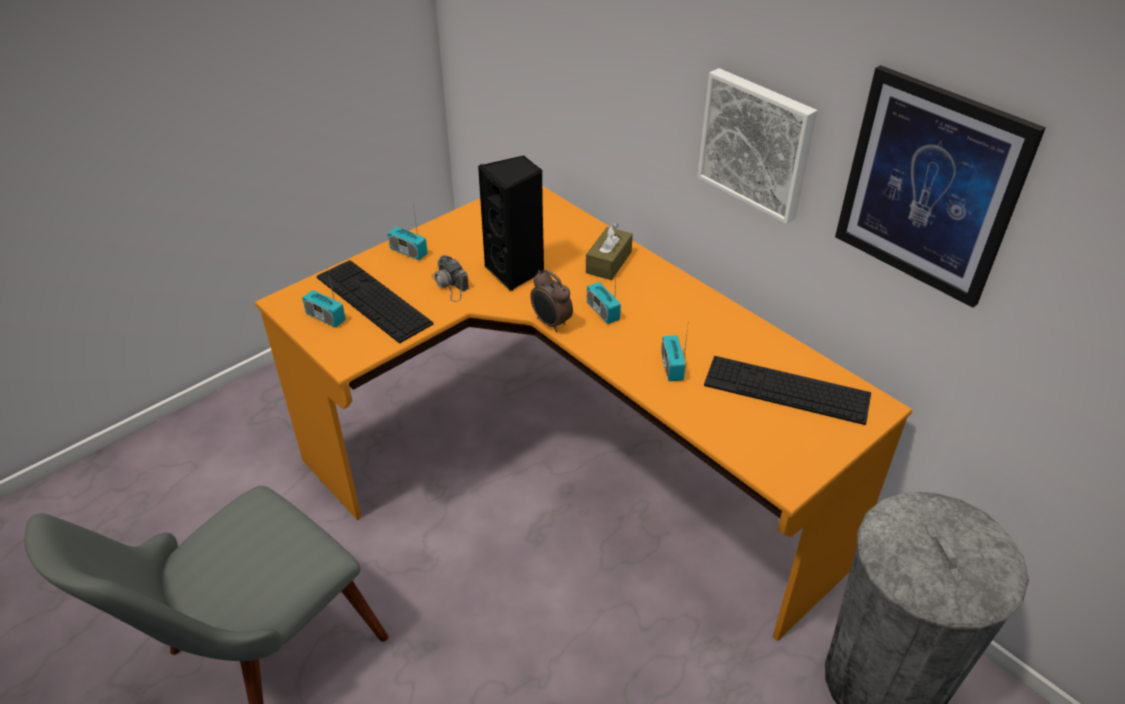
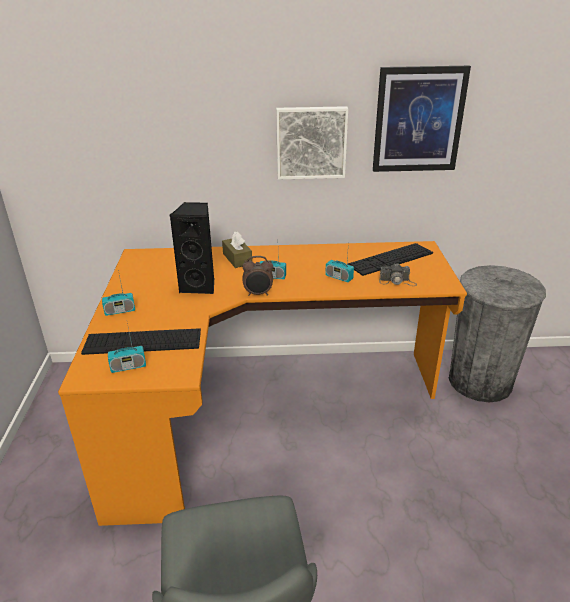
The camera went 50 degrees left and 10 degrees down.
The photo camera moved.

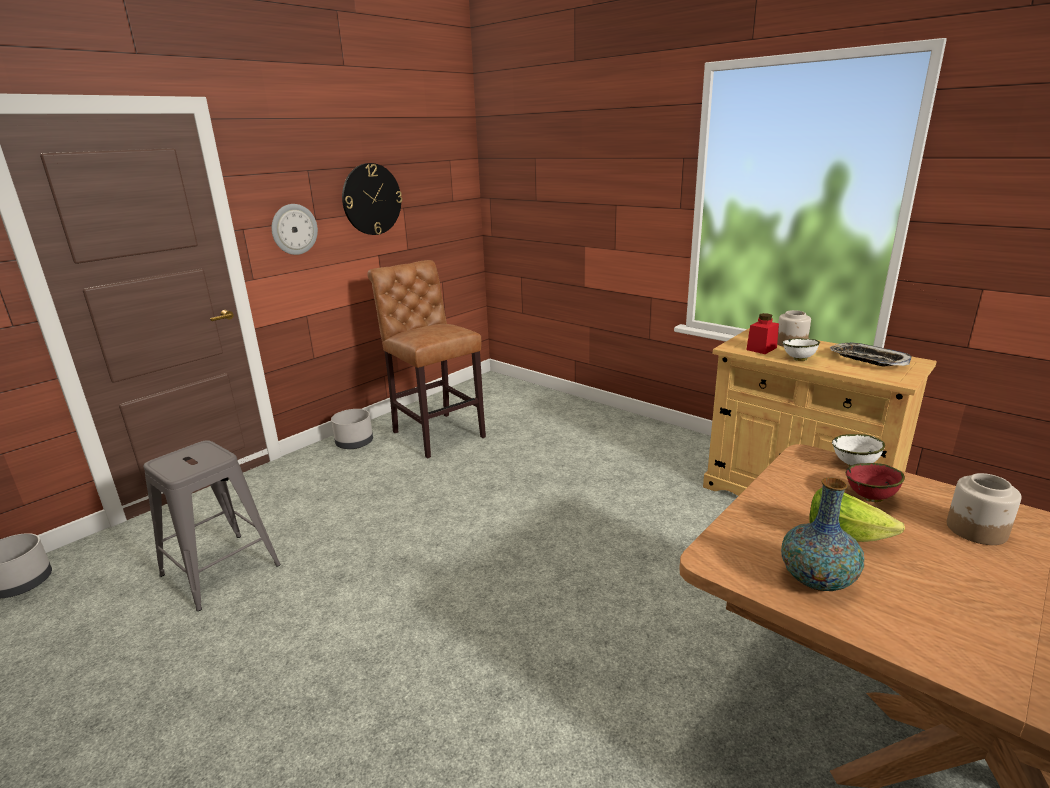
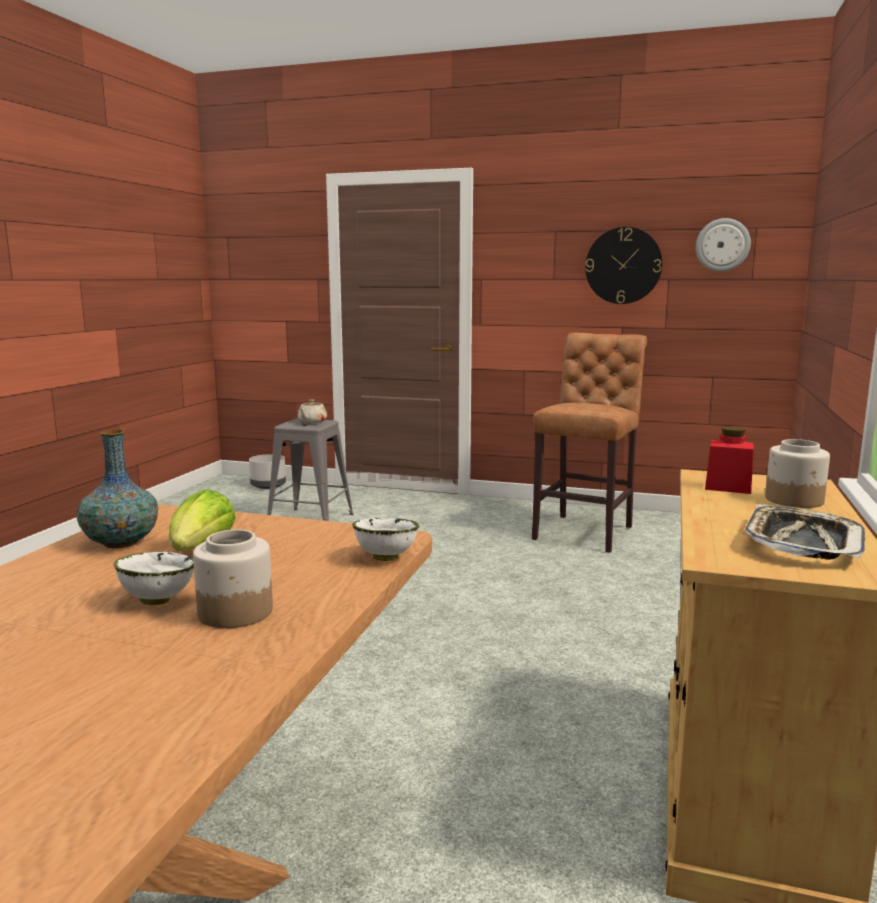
The camera went 65 degrees right and 10 degrees down.
The wall clock (no. 1 from left in the first image) moved.
The grey planter (no. 2 from left) disappeared.
The white bowl (no. 1 from left) moved.
The red bowl disappeared.
The beige teapot appeared.

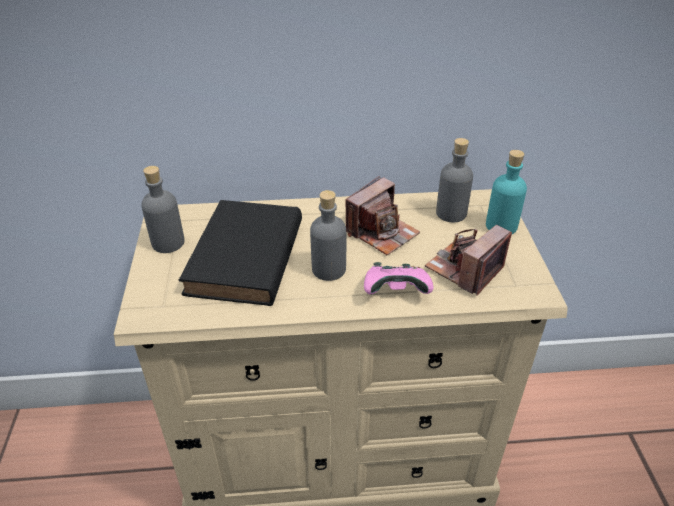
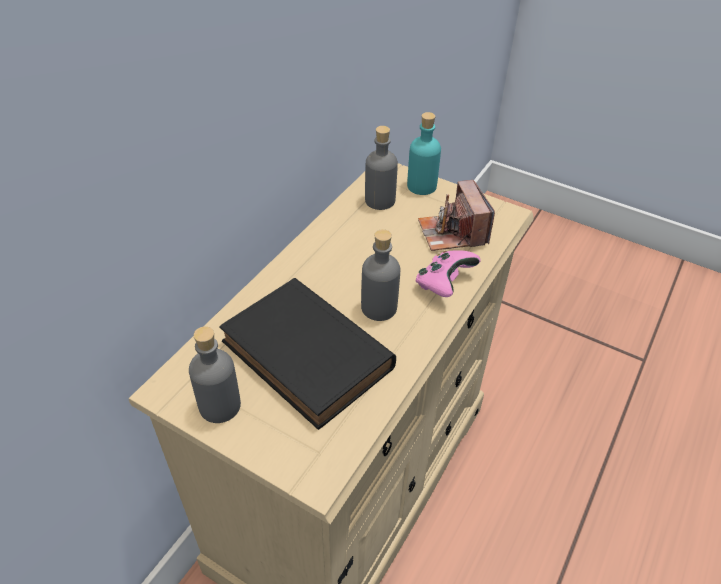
The camera went 55 degrees left and 5 degrees up.
The photo camera (no. 1 from left) disappeared.

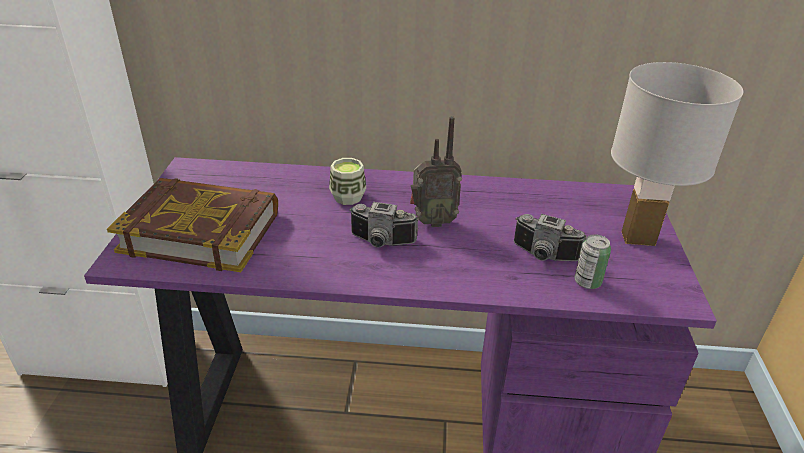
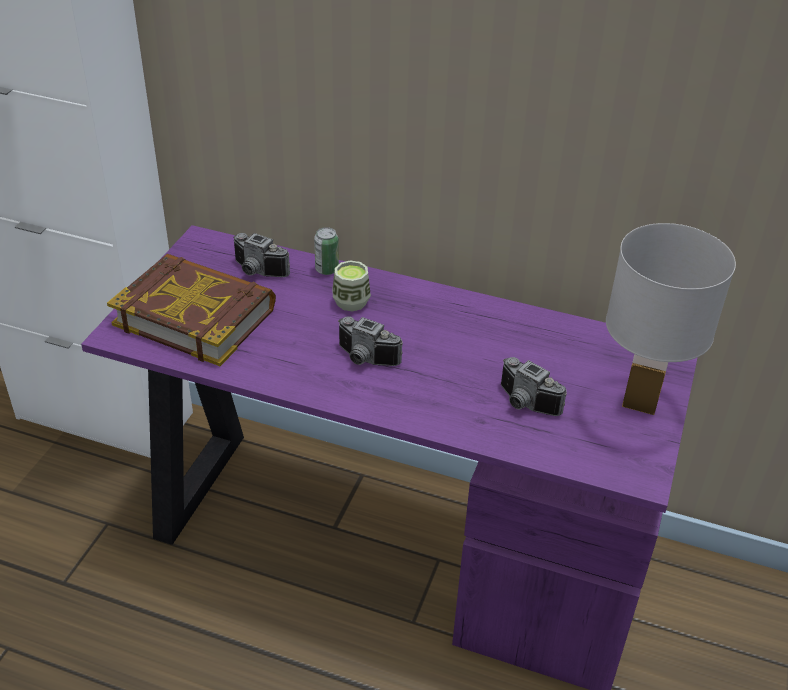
The camera went 15 degrees right and 5 degrees up.
The radio disappeared.
The can moved.
The photo camera (no. 1 from left) appeared.

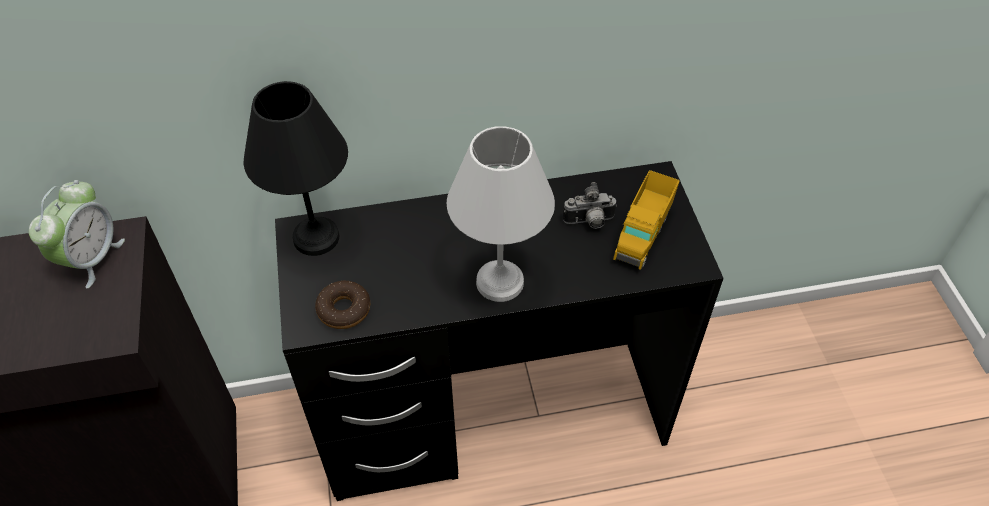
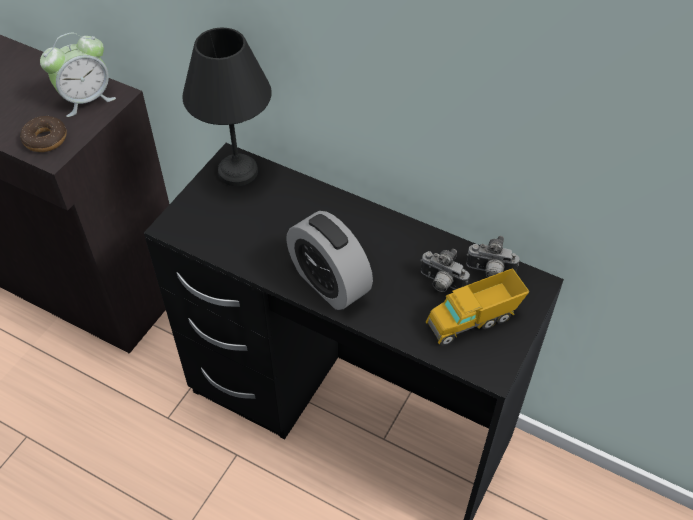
The camera went 40 degrees right and 0 degrees up.
The donut moved.
The white table lamp was replaced by the alarm clock (no. 2 from left).
The photo camera (no. 2 from left) appeared.

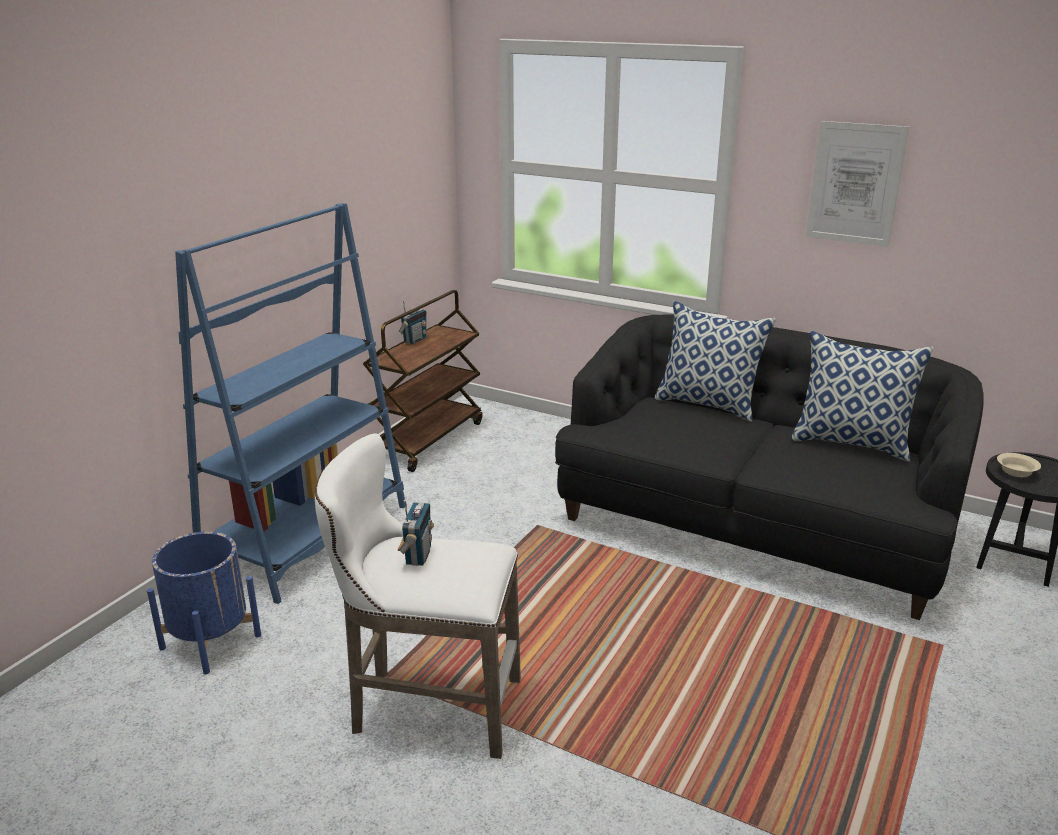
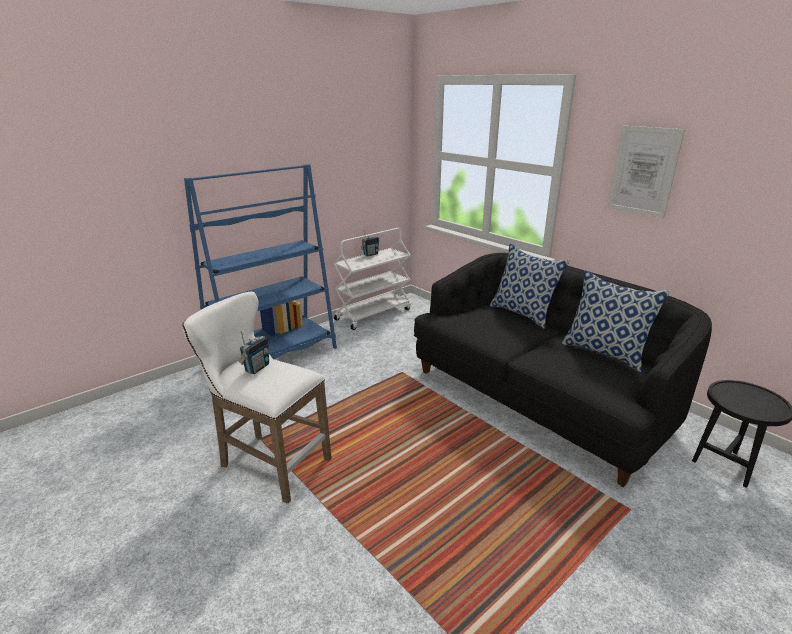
The camera went 20 degrees right and 0 degrees up.
The blue planter disappeared.
The brown cart became the white cart.
The beige bowl disappeared.

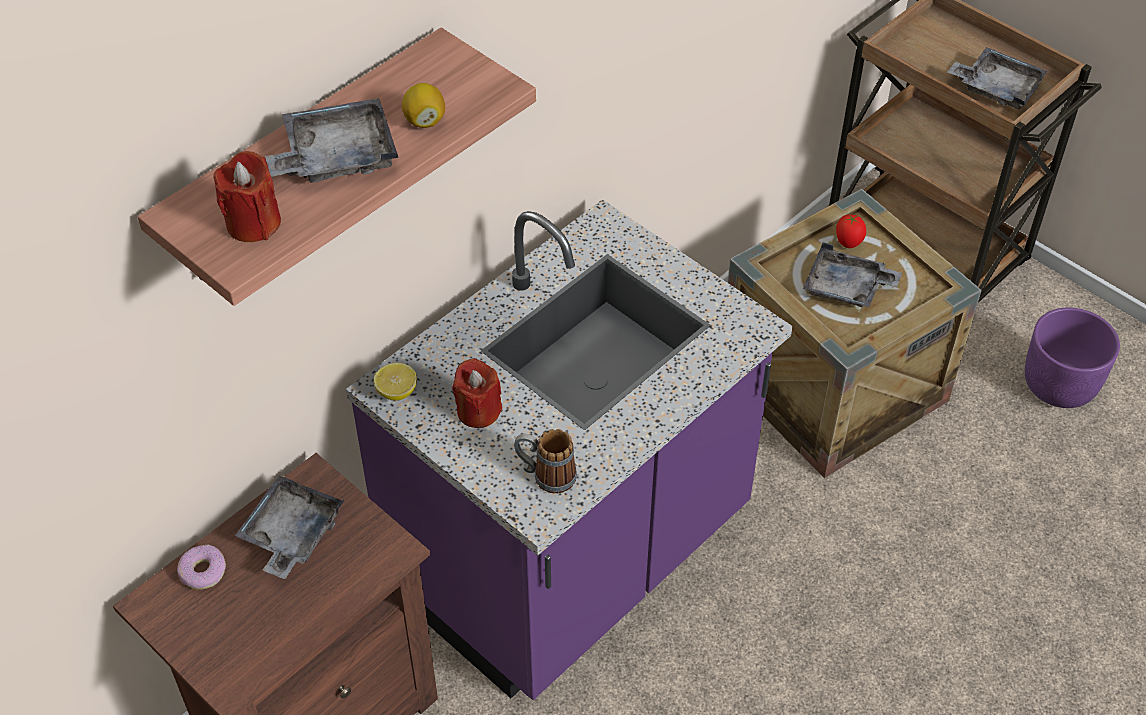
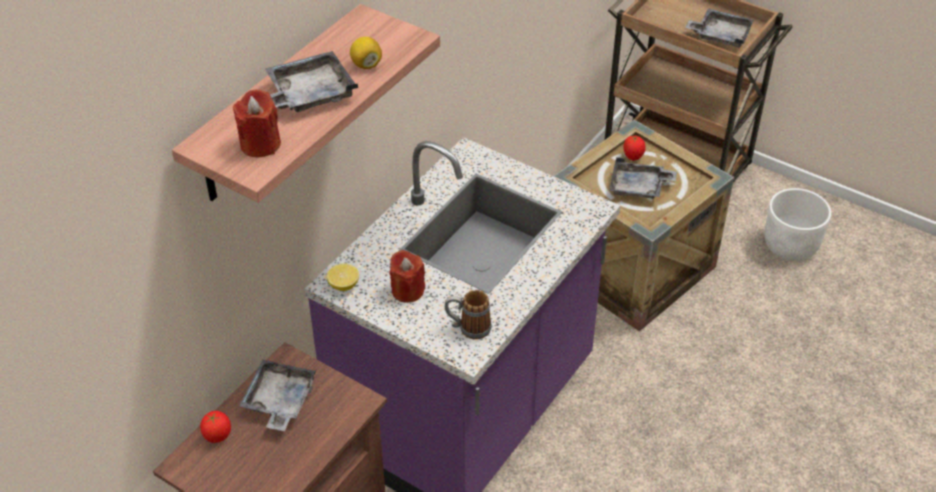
The camera went 10 degrees left and 5 degrees down.
The donut was replaced by the tomato (no. 1 from left).
The purple planter became the white planter.

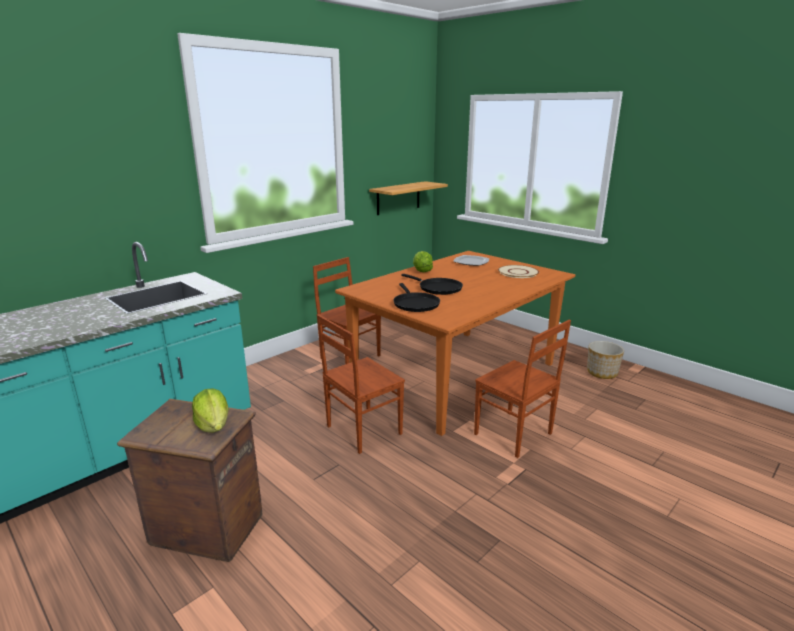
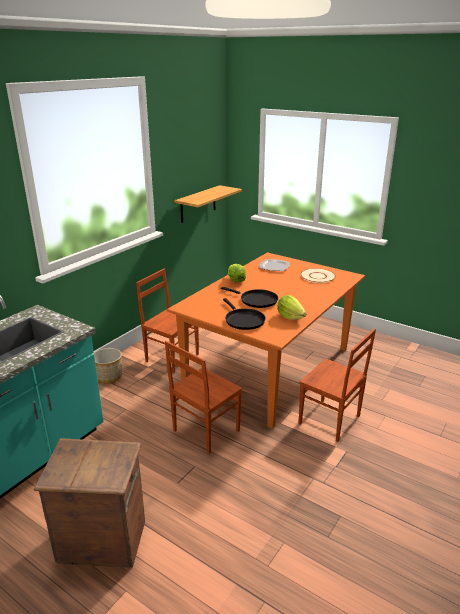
The camera went 10 degrees left and 5 degrees up.
The lettuce (no. 1 from left in the first image) moved.
The planter moved.

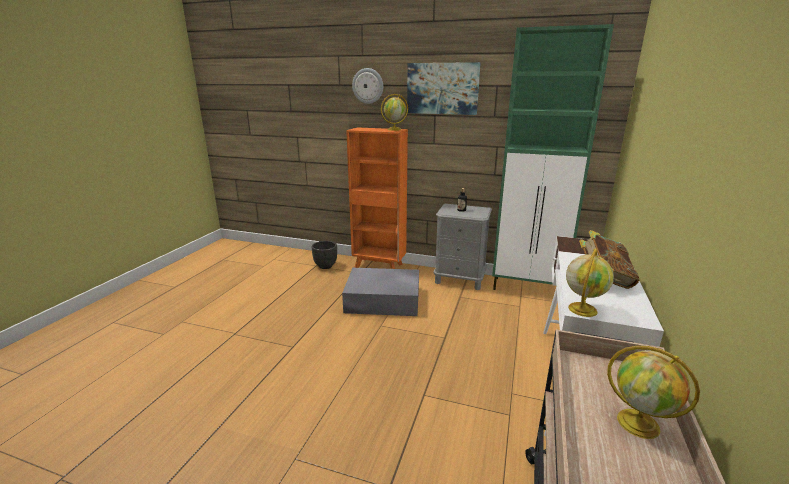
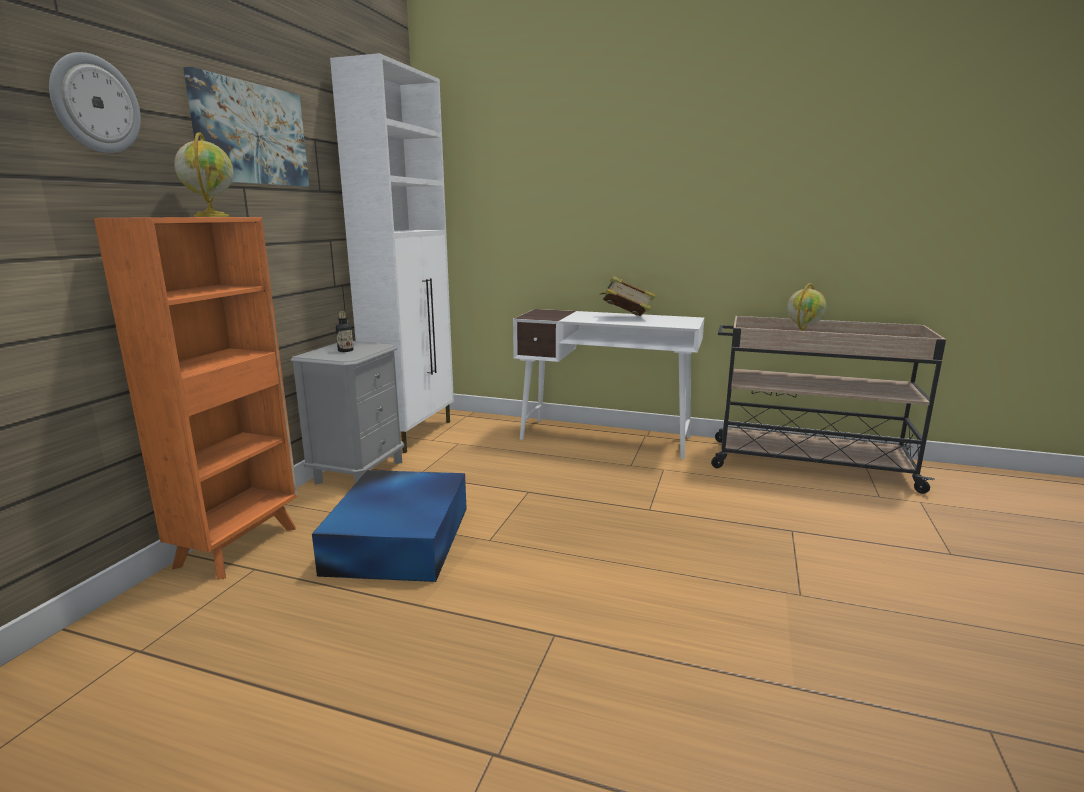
The camera went 90 degrees left and 5 degrees down.
The black planter disappeared.
The grey storage box became the blue storage box.
The green cabinet became the white cabinet.
The globe (no. 2 from left) disappeared.

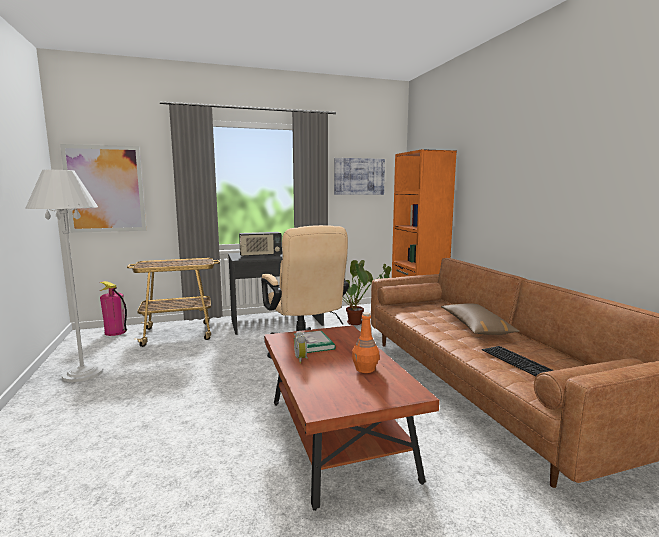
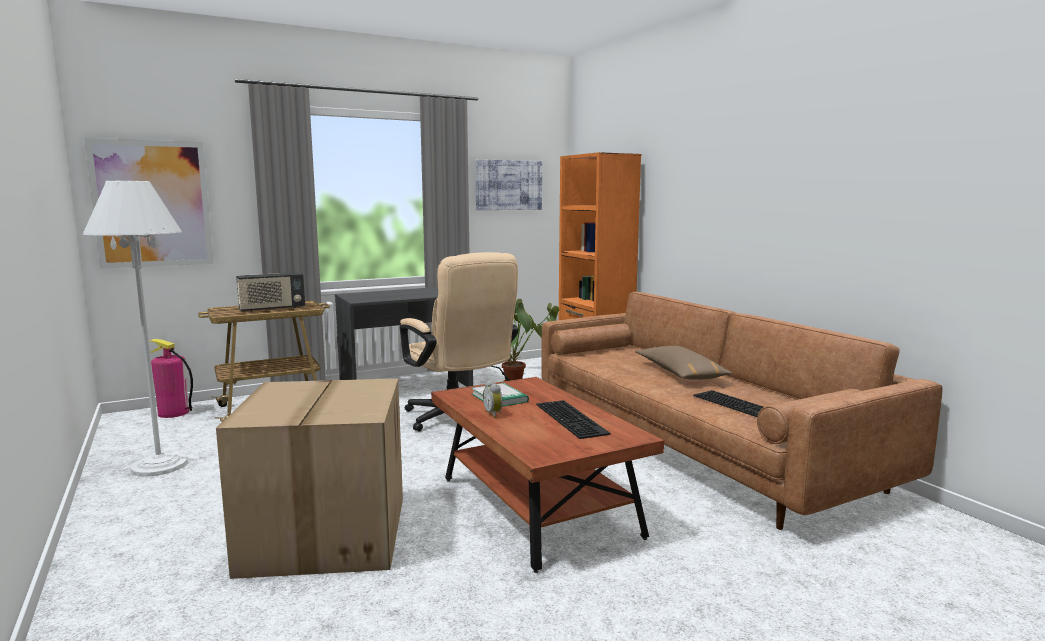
The camera went 10 degrees left and 0 degrees up.
The radio moved.
The orange bottle was replaced by the keyboard (no. 1 from left).
The cardboard box appeared.

